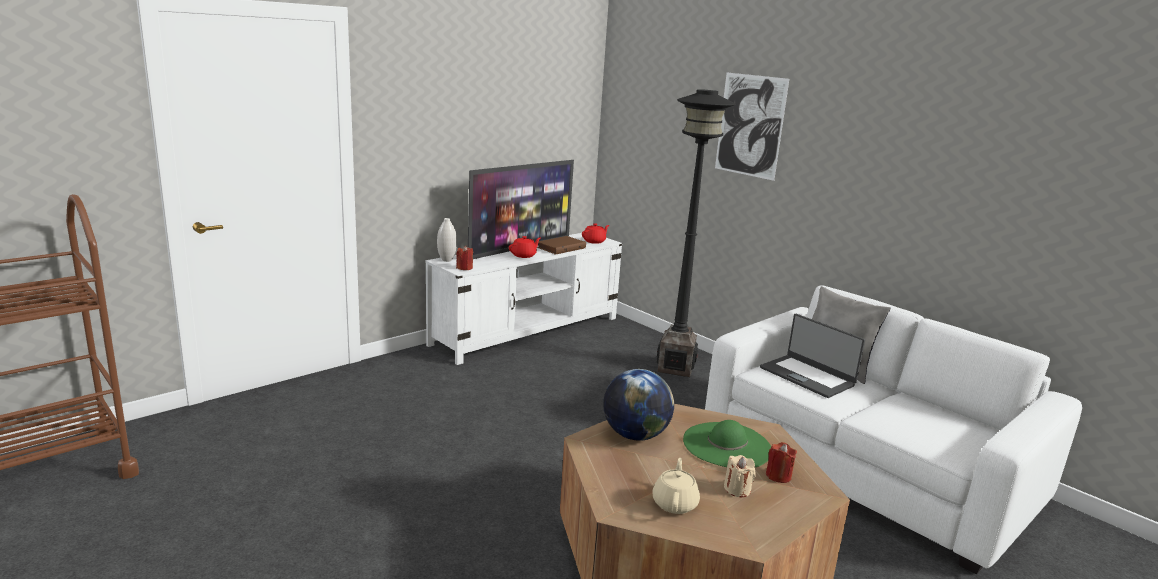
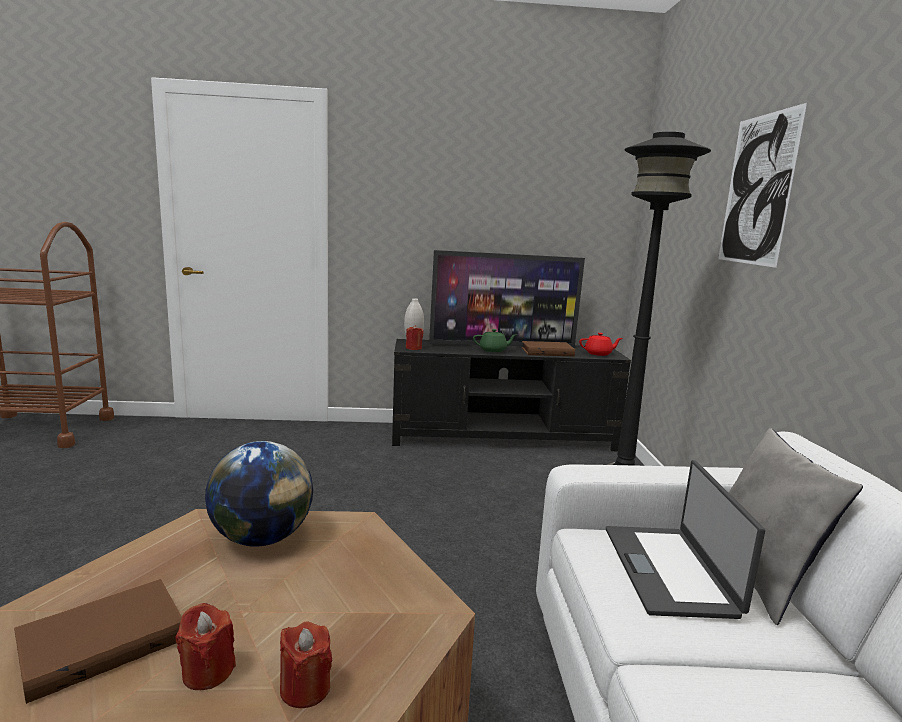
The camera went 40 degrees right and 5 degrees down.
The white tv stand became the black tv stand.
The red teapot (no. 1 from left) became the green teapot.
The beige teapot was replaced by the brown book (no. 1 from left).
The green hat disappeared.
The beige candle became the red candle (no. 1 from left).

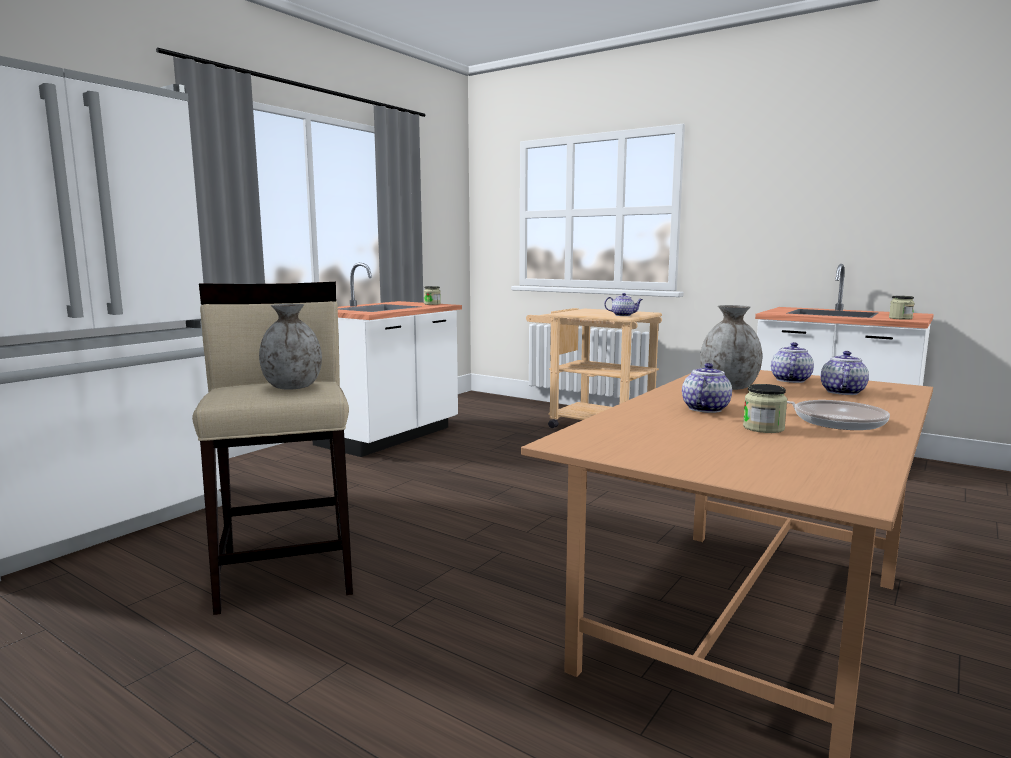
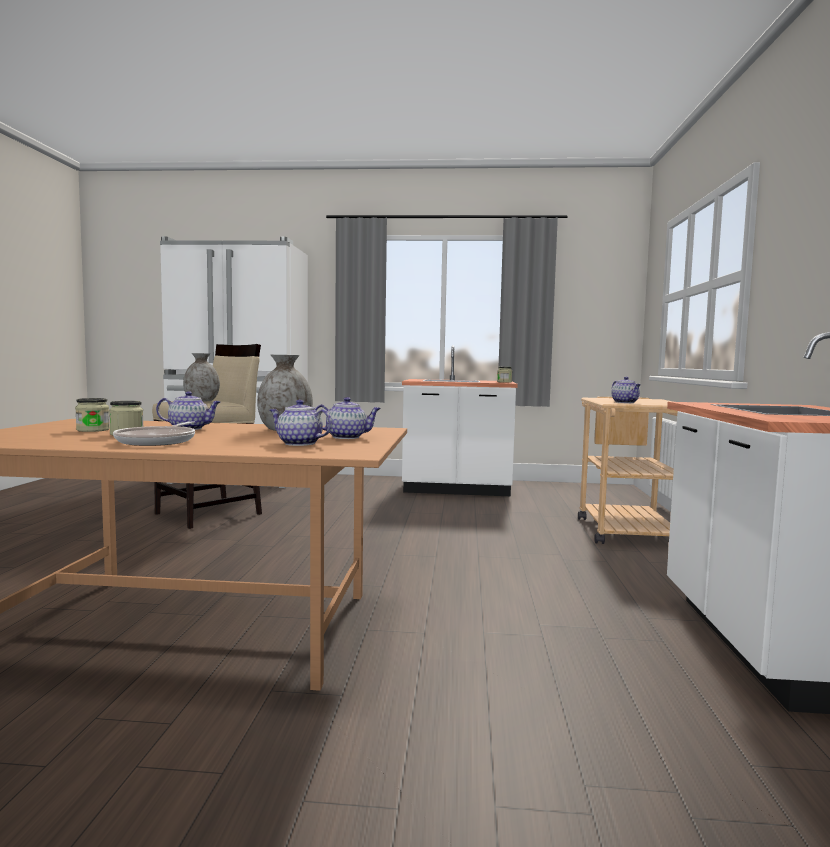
The camera went 60 degrees right and 5 degrees down.
The teapot (no. 4 from left in the first image) turned 150 degrees counterclockwise.
The jar (no. 3 from left in the first image) moved.

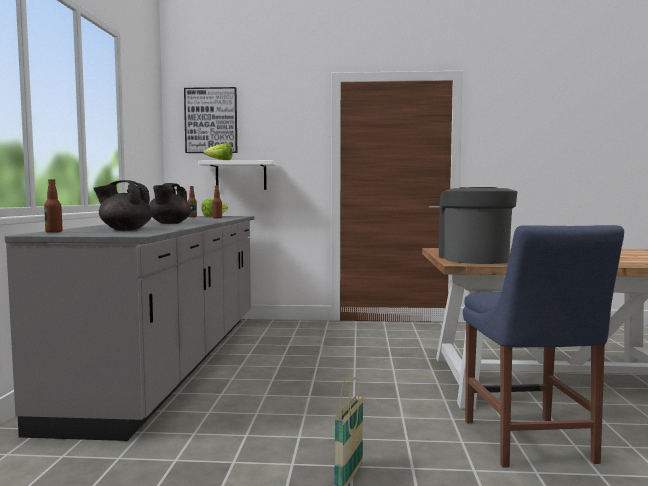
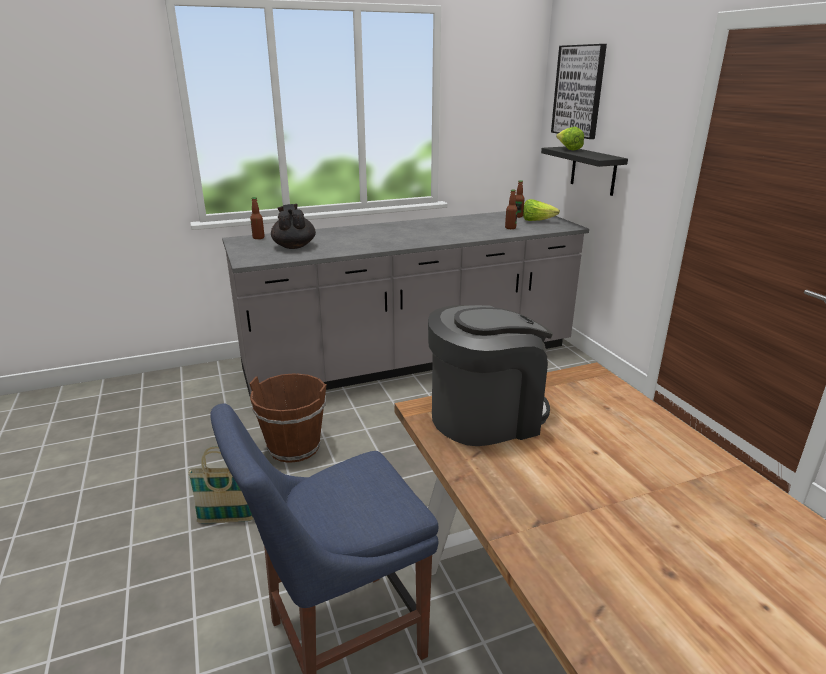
The camera went 65 degrees right and 20 degrees up.
The black teapot (no. 2 from left) disappeared.
The white shelf became the black shelf.
The brown bucket appeared.

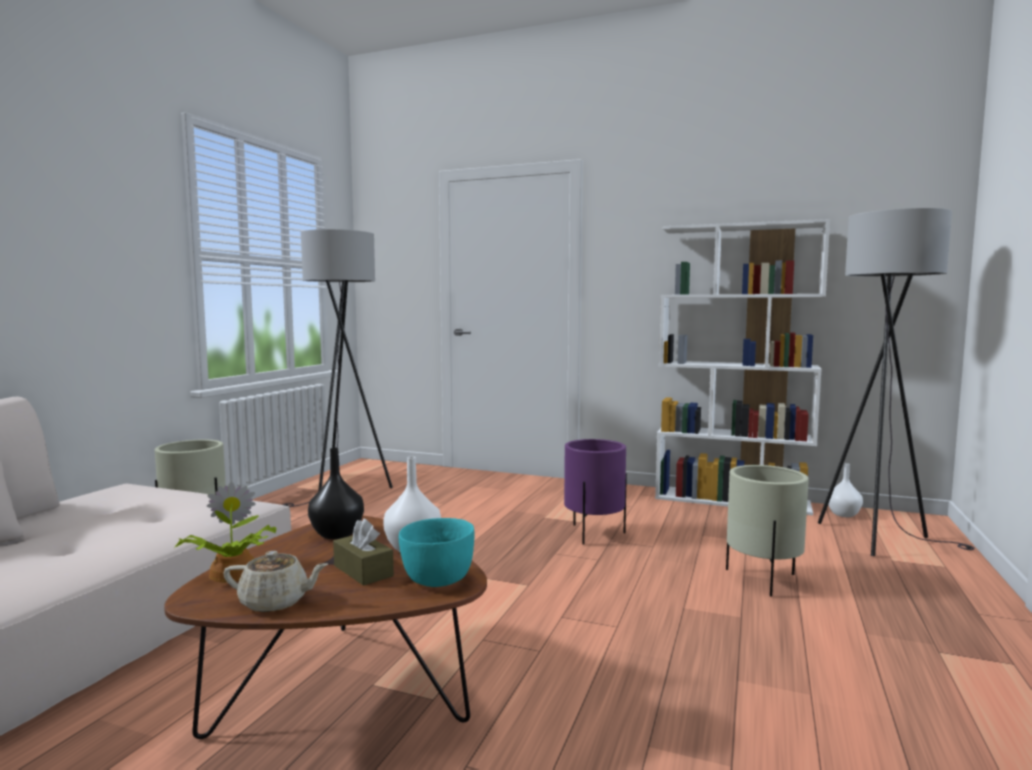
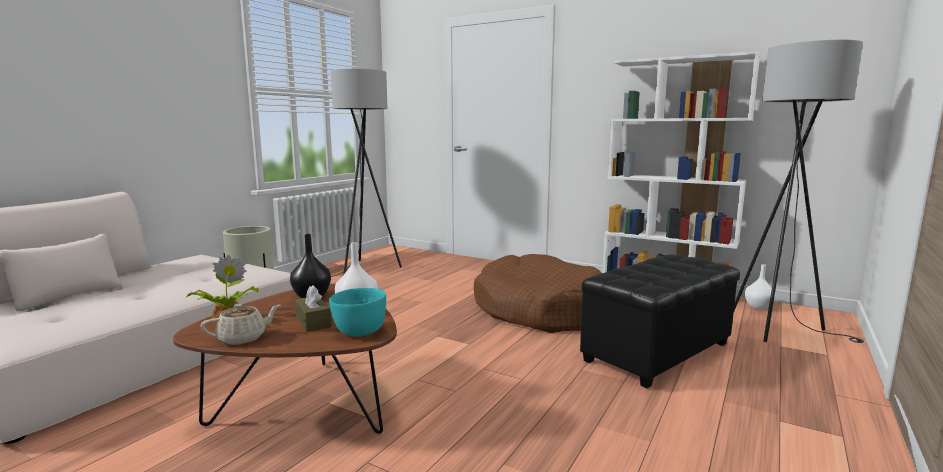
The camera went 10 degrees right and 5 degrees up.
The beige teapot turned 45 degrees counterclockwise.
The purple planter was replaced by the brown dog bed.
The beige planter (no. 2 from left) was replaced by the black ottoman.

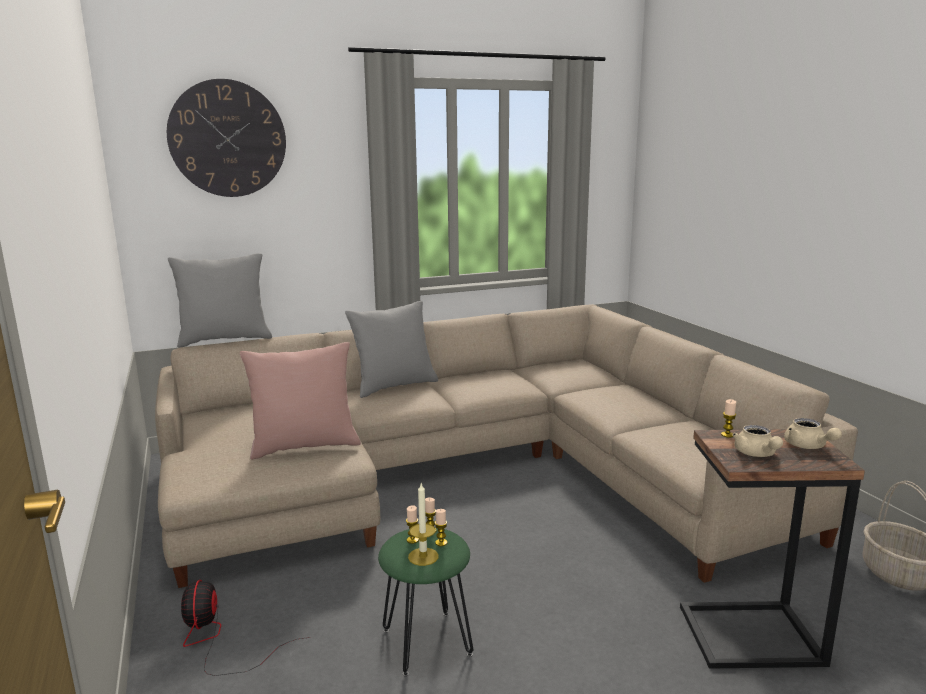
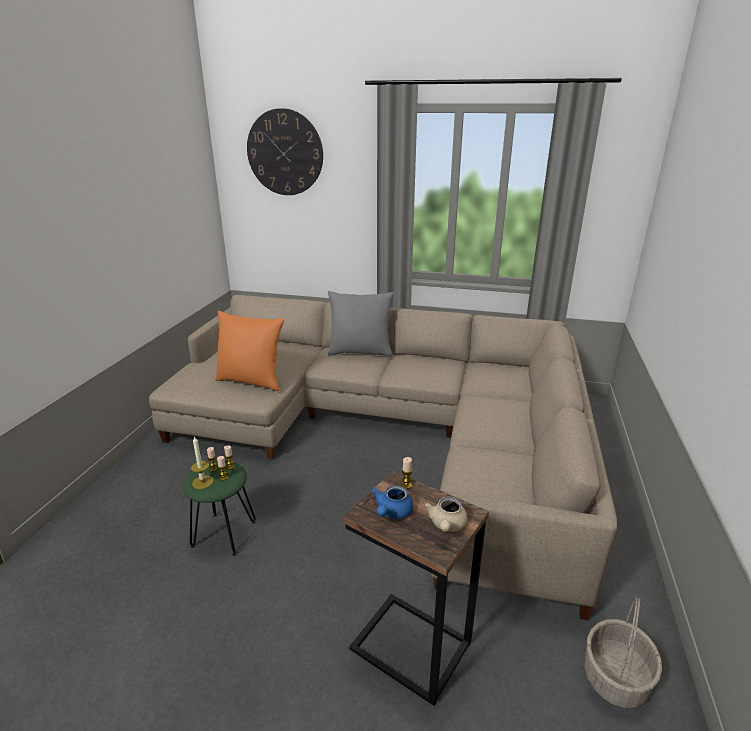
The camera went 35 degrees right and 10 degrees up.
The grey pillow (no. 1 from left) disappeared.
The fan disappeared.
The pink pillow became the orange pillow.
The beige teapot (no. 1 from left) became the blue teapot.

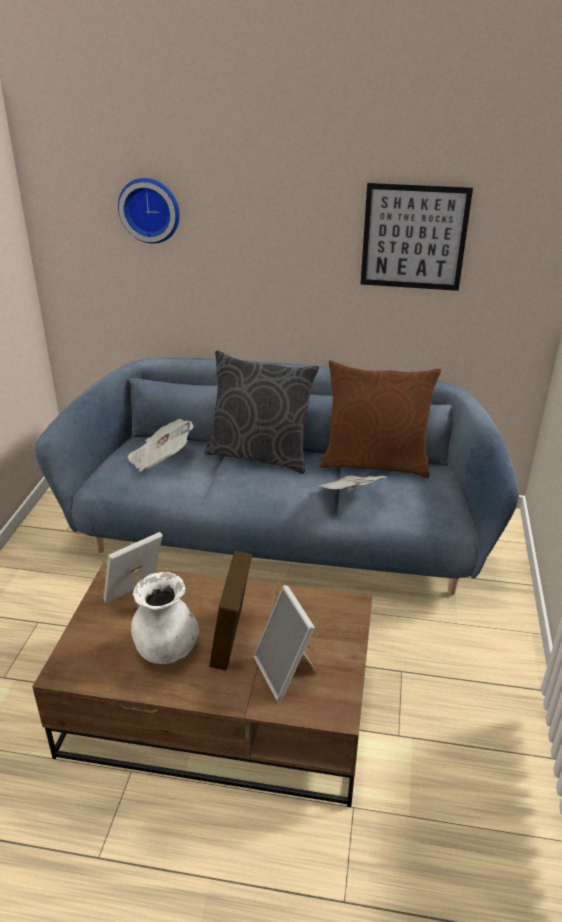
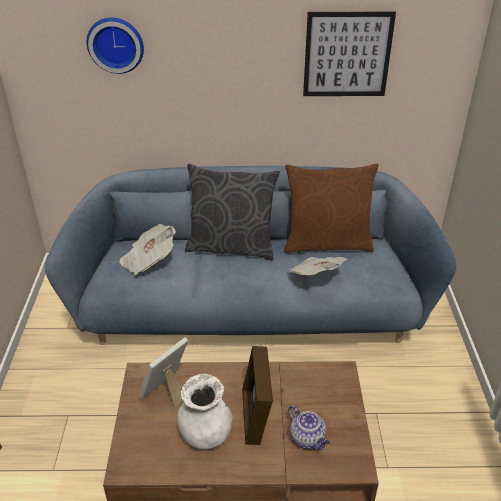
The camera went 10 degrees left and 5 degrees up.
The picture frame (no. 3 from left) was replaced by the teapot.

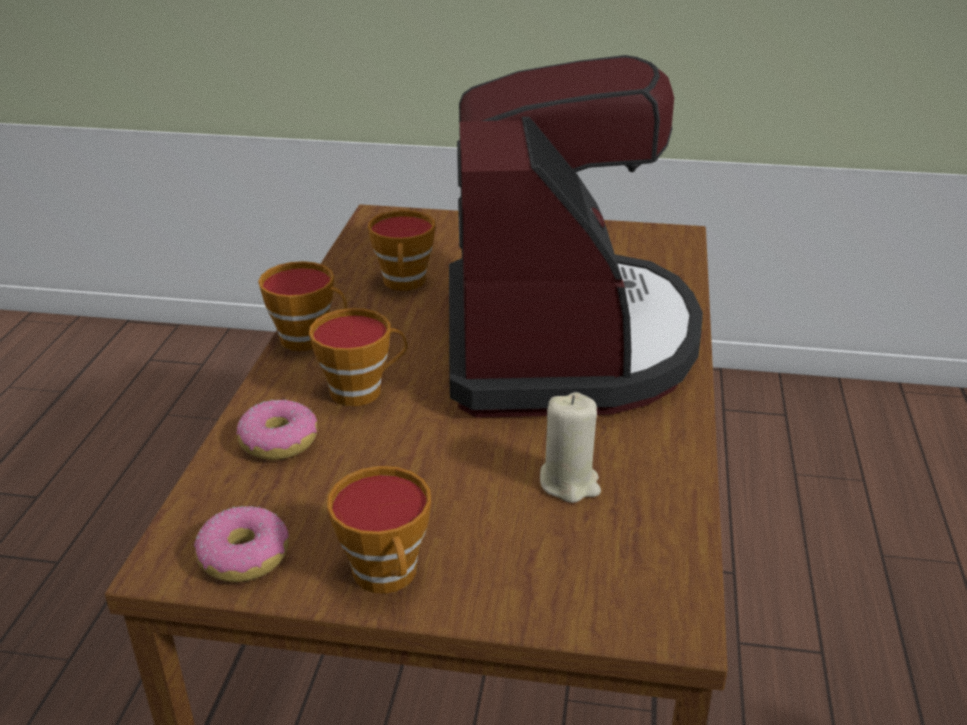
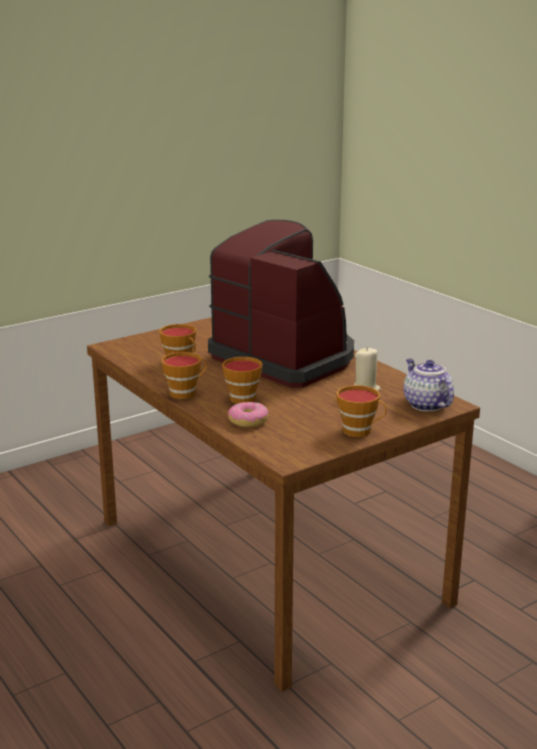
The camera went 45 degrees left and 10 degrees down.
The donut (no. 1 from left) disappeared.
The teapot appeared.

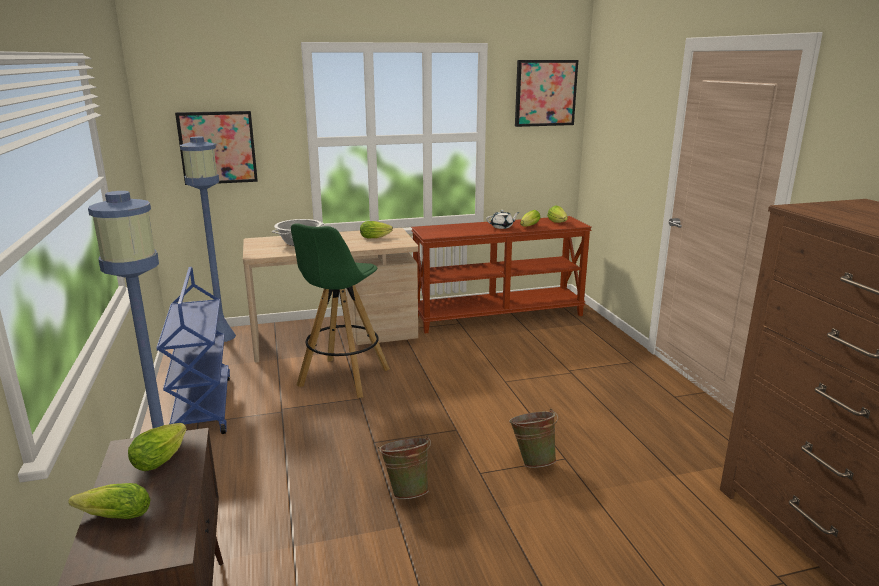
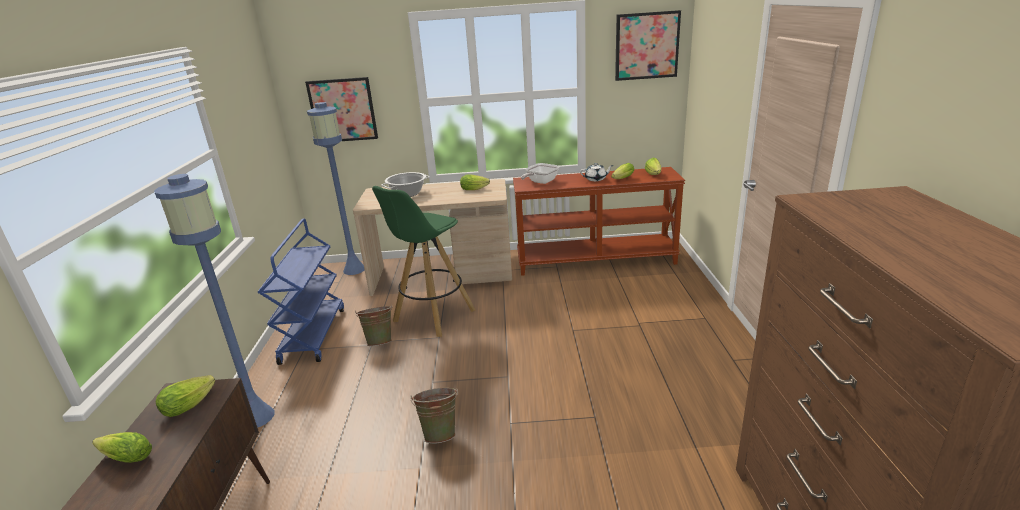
The camera went 15 degrees right and 5 degrees up.
The green bucket (no. 2 from left in the first image) moved.
The frying pan appeared.

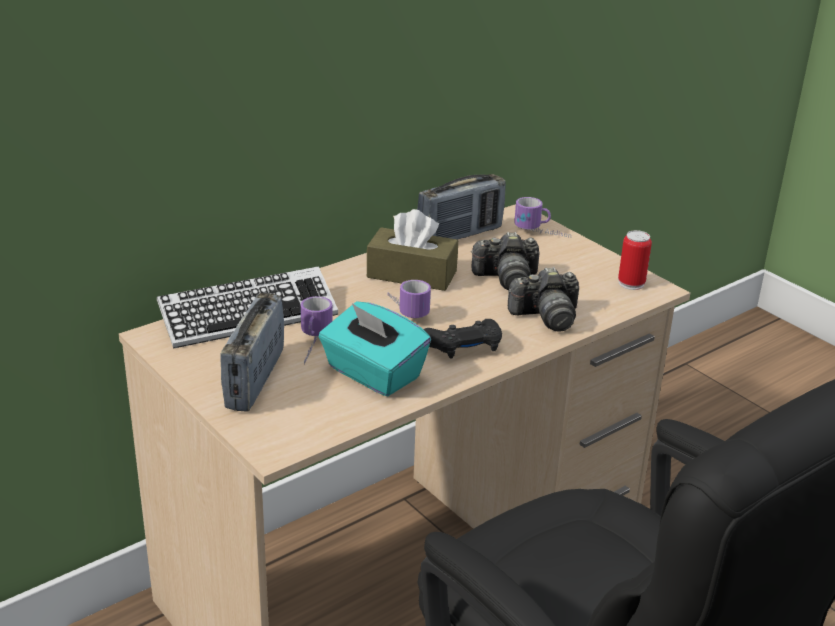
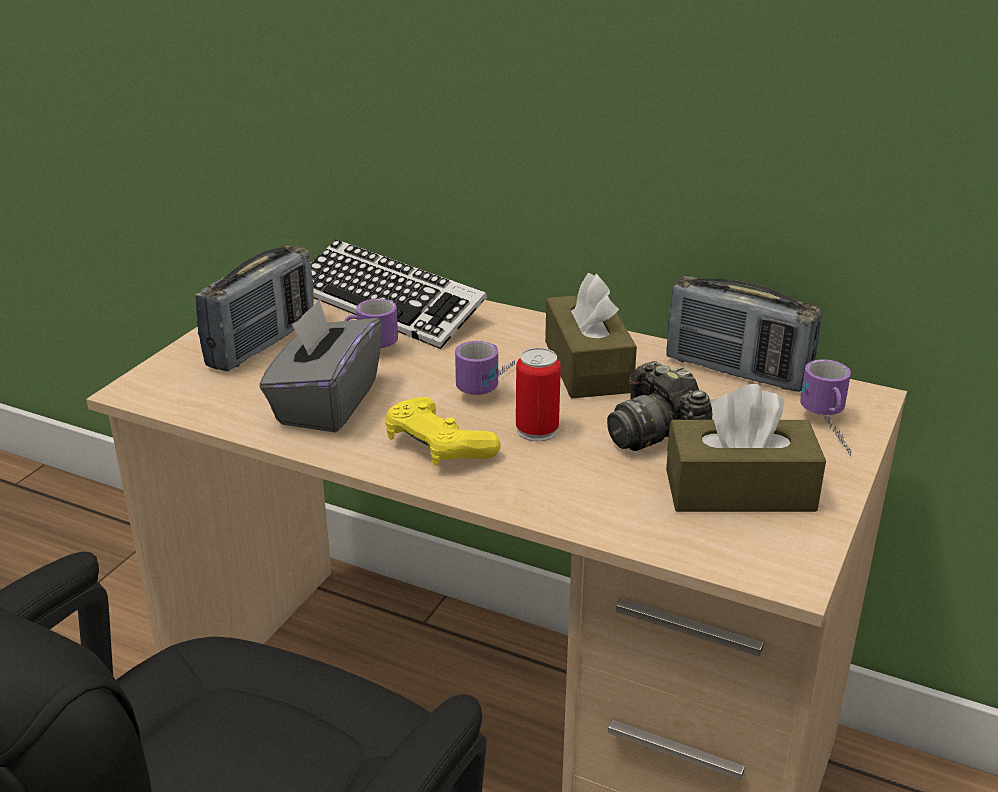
The camera went 65 degrees right and 0 degrees up.
The radio (no. 1 from left) turned 135 degrees clockwise.
The turquoise tissue box became the grey tissue box.
The black game controller became the yellow game controller.
The photo camera (no. 2 from left) disappeared.
The can moved.
The brown tissue box (no. 2 from left) appeared.

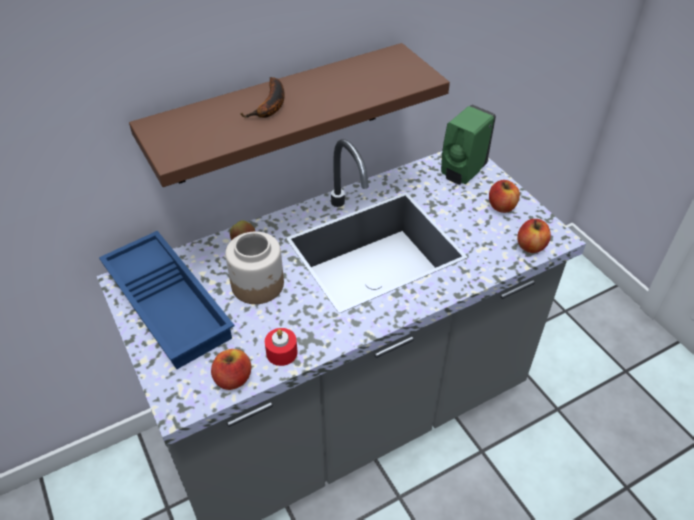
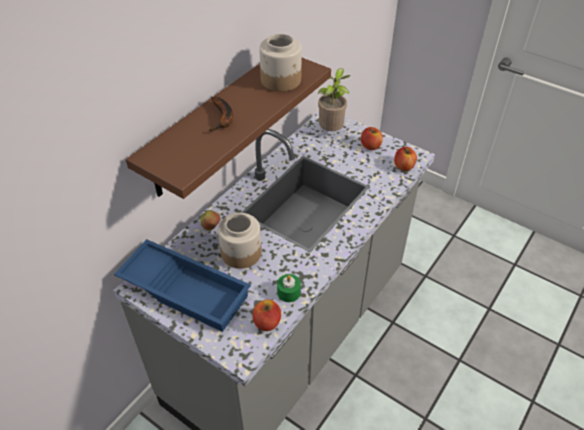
The camera went 25 degrees left and 0 degrees up.
The red candle became the green candle.
The green soap dispenser was replaced by the potted plant.
The jar (no. 2 from left) appeared.

